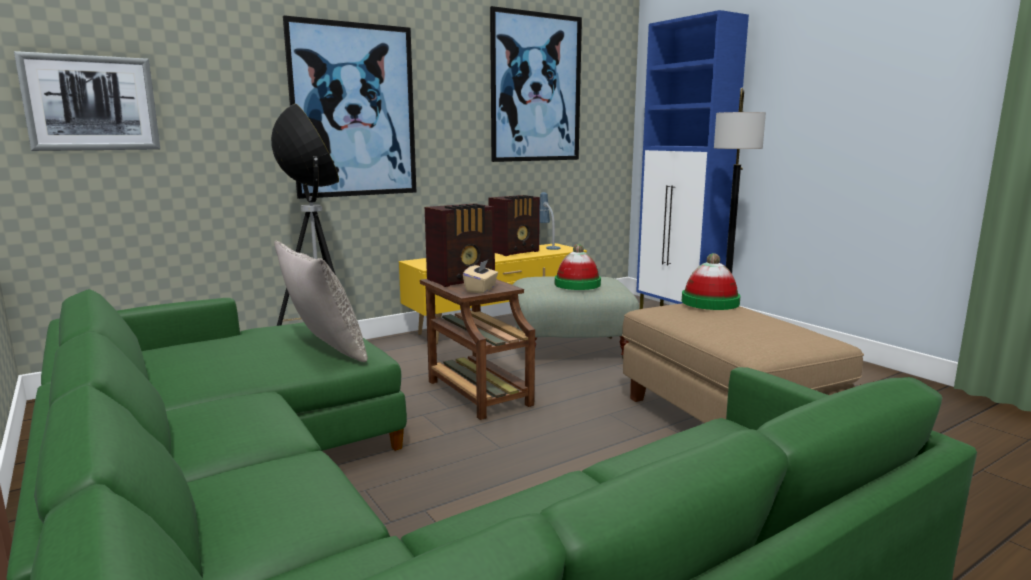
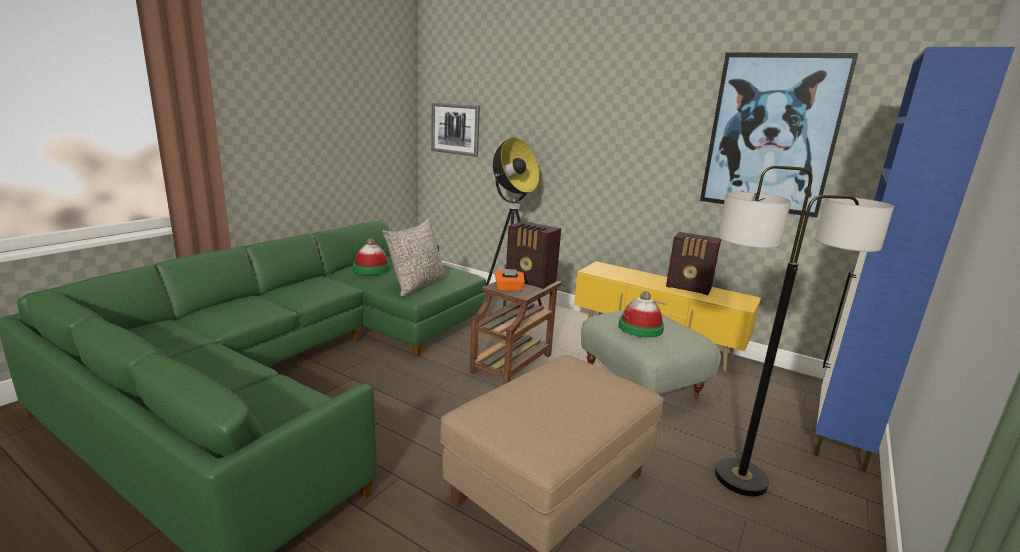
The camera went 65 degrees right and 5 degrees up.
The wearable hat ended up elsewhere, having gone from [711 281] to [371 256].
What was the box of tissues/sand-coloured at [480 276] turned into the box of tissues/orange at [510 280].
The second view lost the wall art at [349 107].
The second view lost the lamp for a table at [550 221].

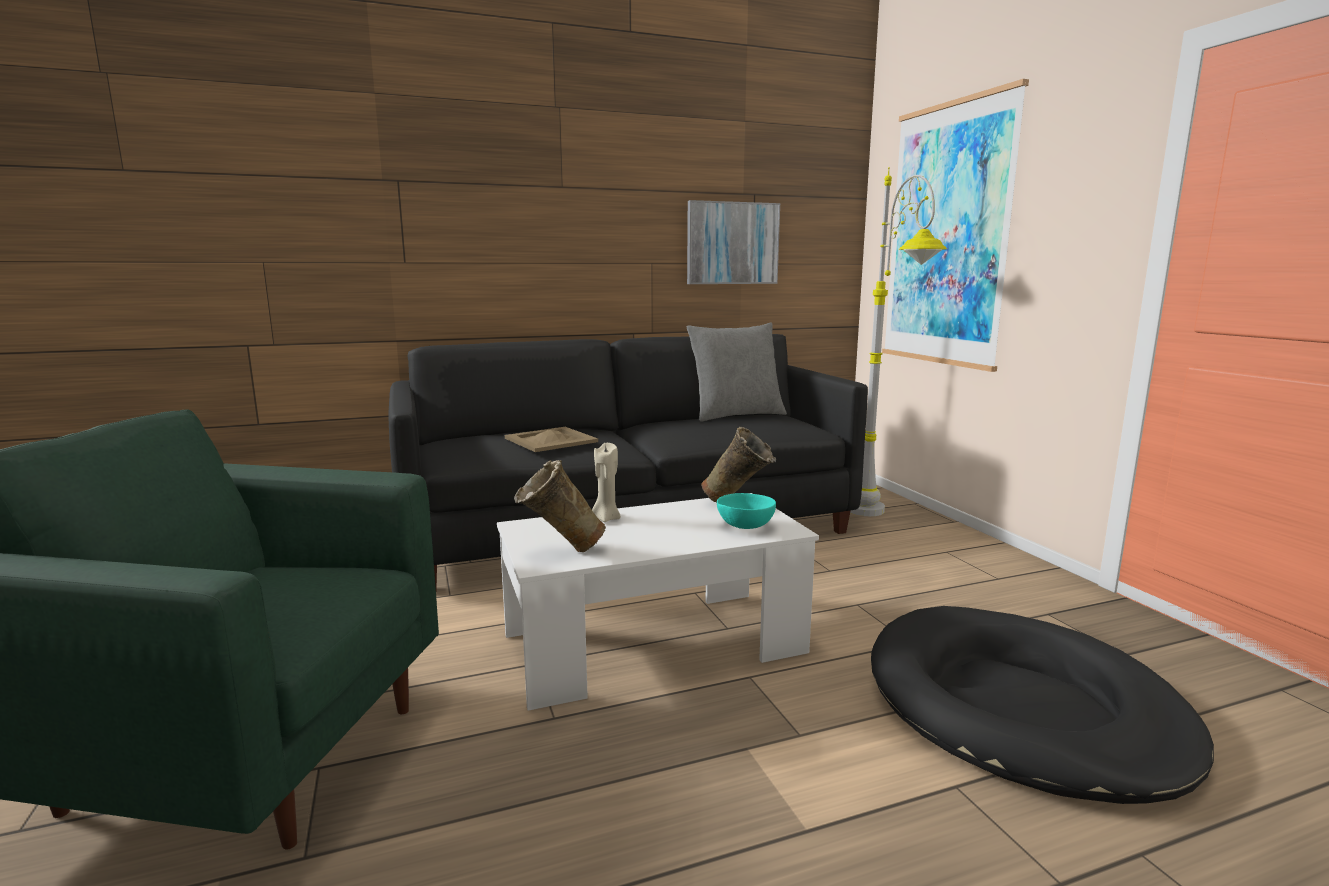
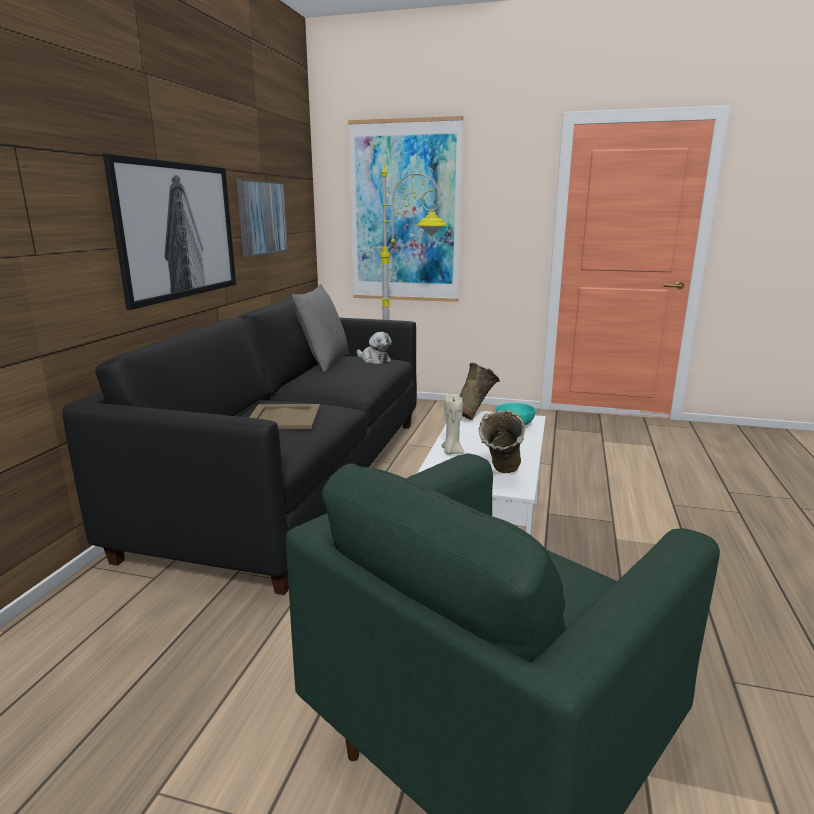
The camera went 55 degrees left and 5 degrees up.
The second view gained the wall art at [169 231].
The second view gained the plush toy at [374 348].
The second view lost the pet bed/blackish at [1042 705].

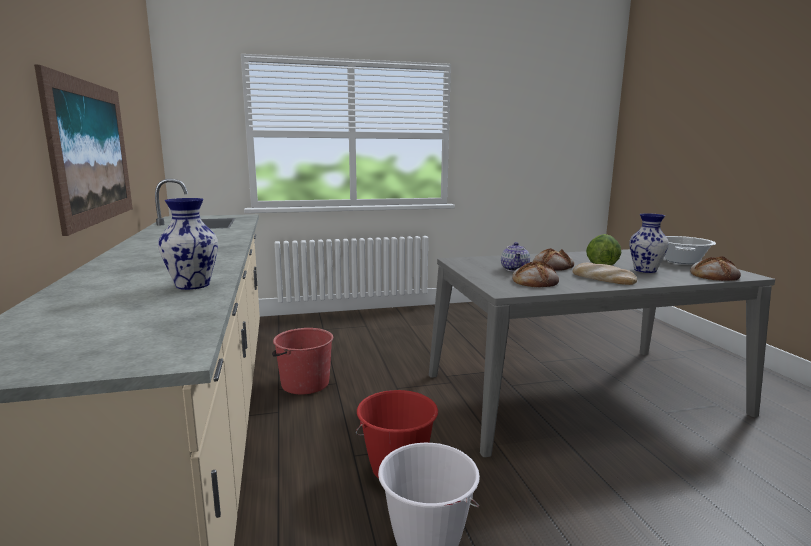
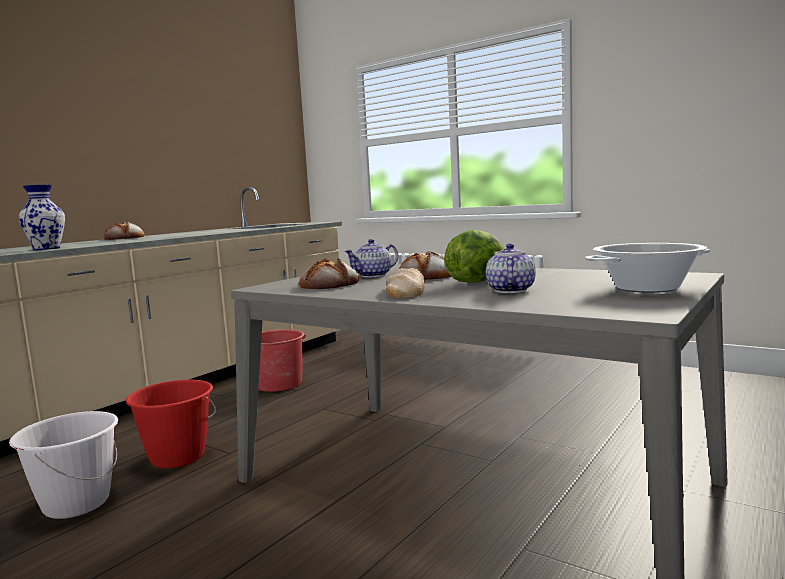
The camera went 50 degrees right and 5 degrees down.
The baked bread ended up elsewhere, having gone from [715 268] to [124 230].
Where the vase stood at [649 243], the pot for tea came to stand at [511 268].
The second view lost the wall art at [83 150].

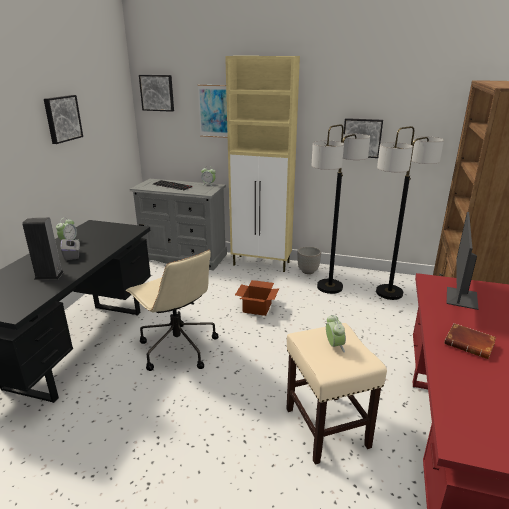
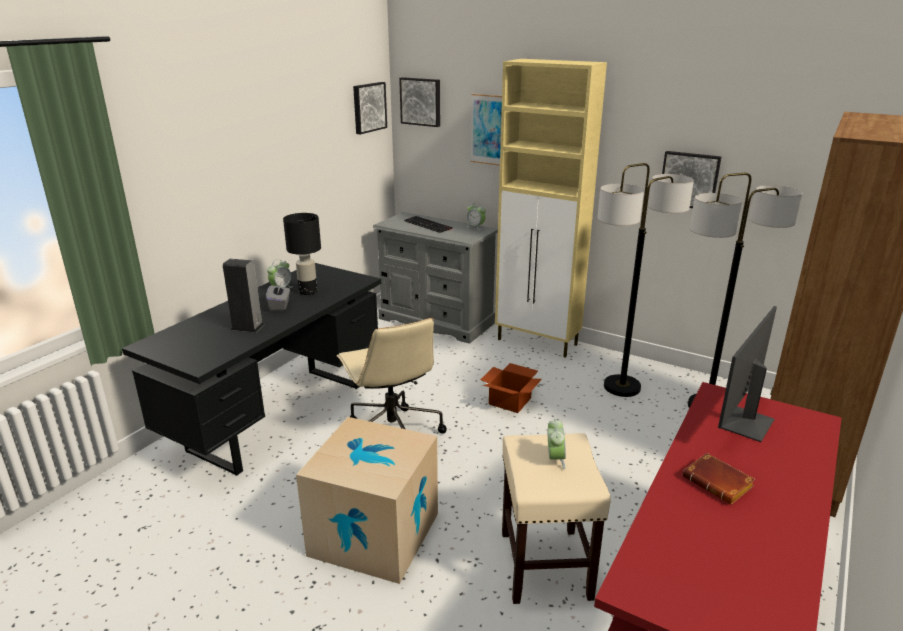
The camera went 15 degrees right and 0 degrees up.
The second view gained the lamp for a table/blackish at [302 254].
The second view gained the carton at [367 500].
The wall art ended up elsewhere, having gone from [63 119] to [370 108].
The second view lost the planter at [309 260].

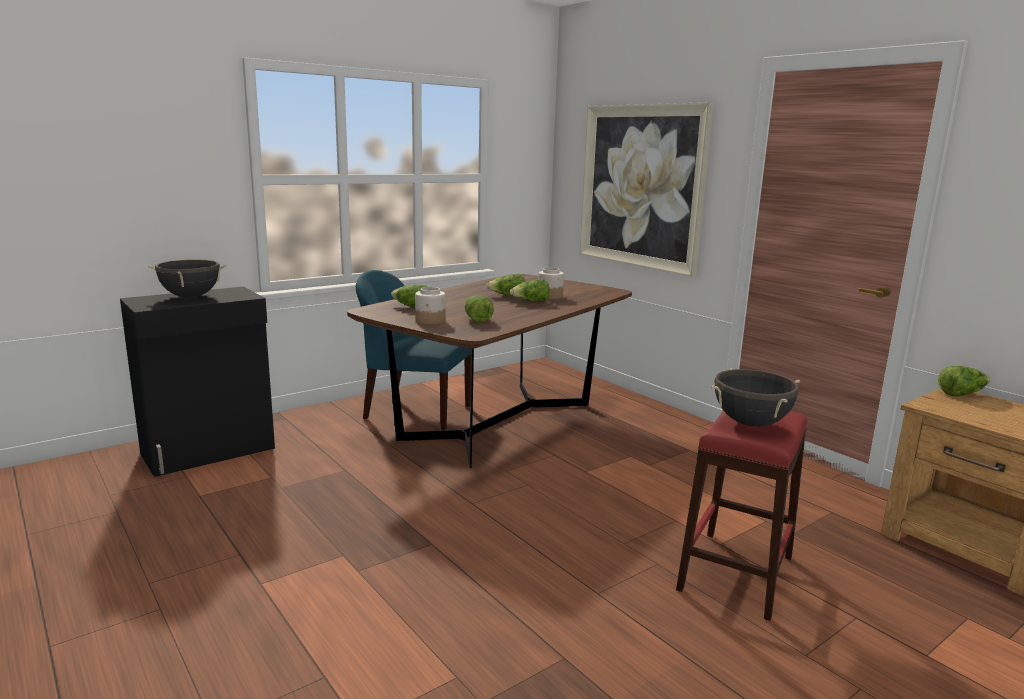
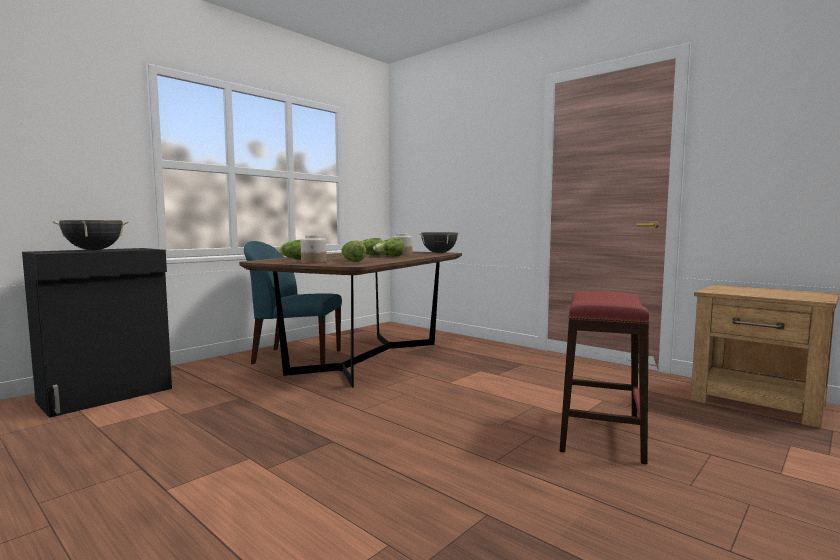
The camera went 10 degrees left and 10 degrees down.
The saucepot/blackish ended up elsewhere, having gone from [755 397] to [439 242].
The second view lost the wall art at [646 189].
The second view lost the head of lettuce at [964 381].

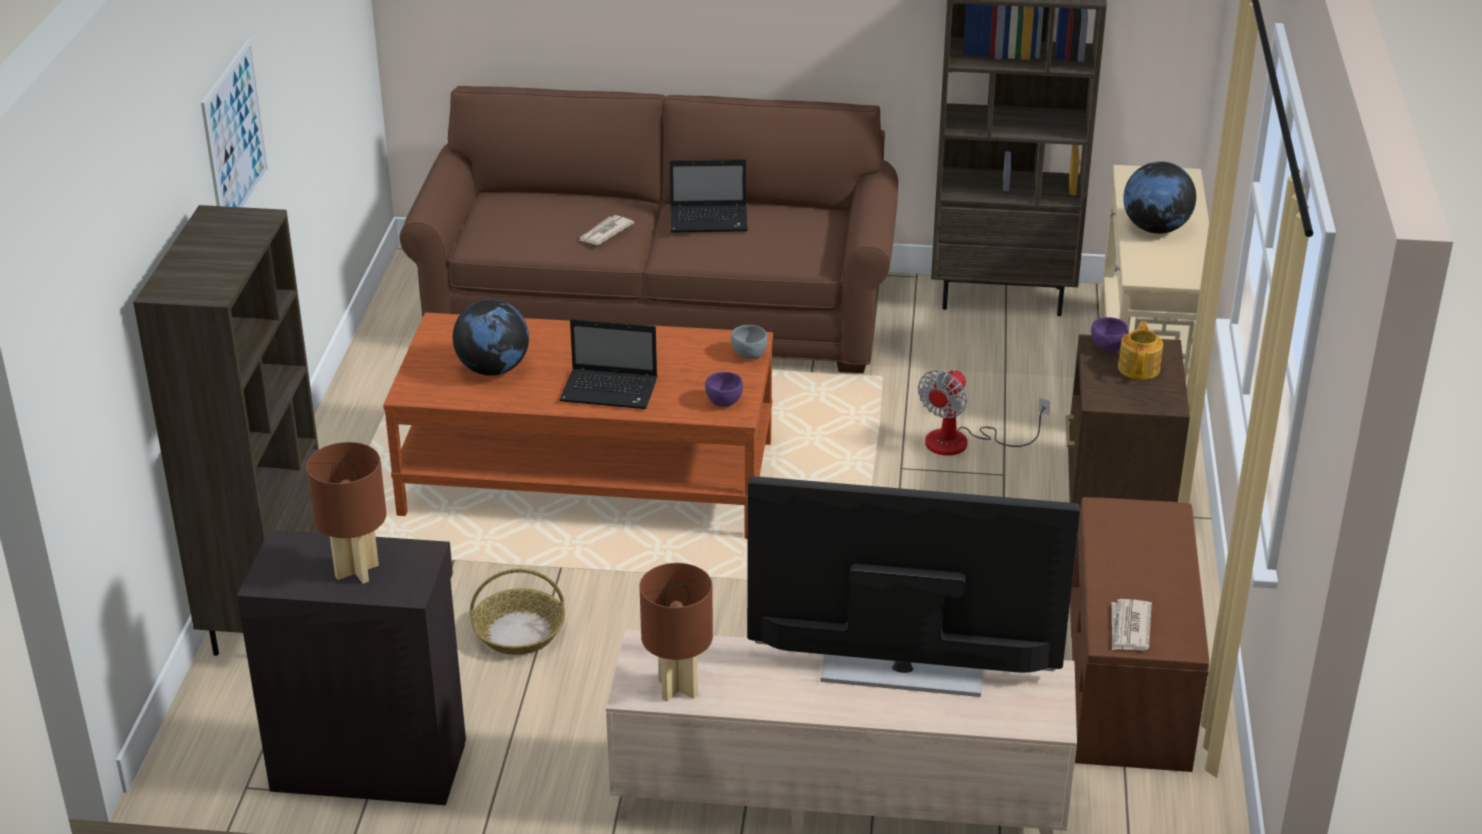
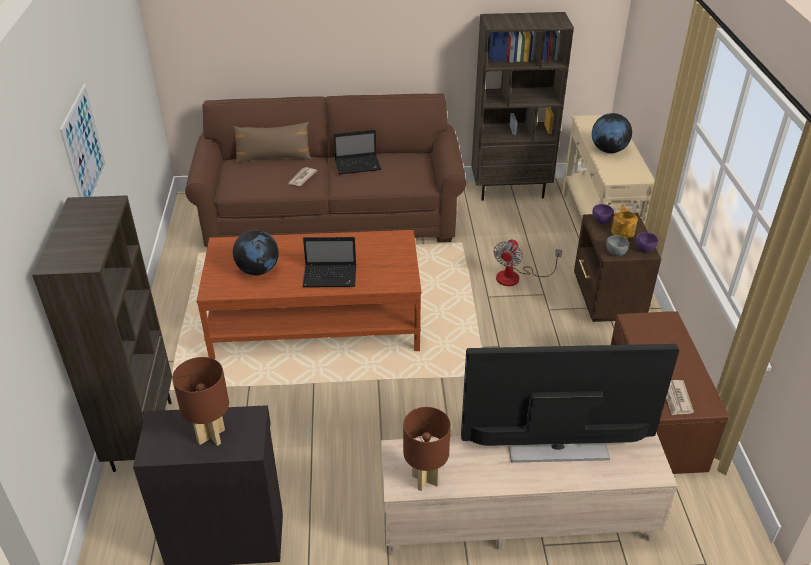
The camera went 10 degrees left and 5 degrees up.
The second view gained the cushion/brown at [272 143].
The deep dish/greyish ended up elsewhere, having gone from [749 342] to [617 245].
The deep dish/purple-coloured ended up elsewhere, having gone from [724 389] to [646 242].
The second view lost the household basket at [517 612].

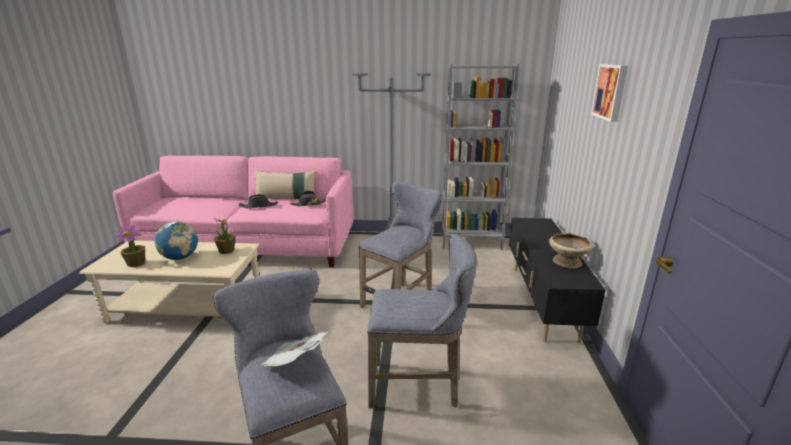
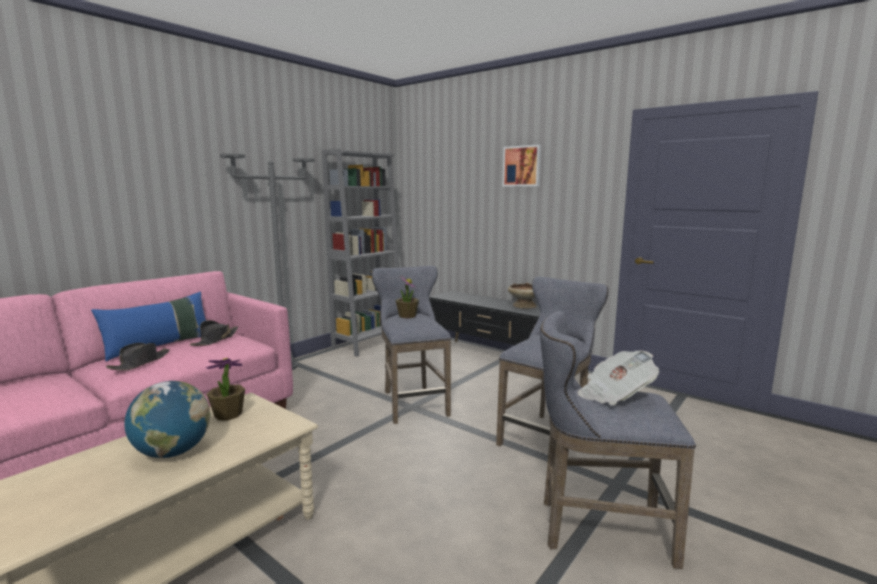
The camera went 55 degrees left and 10 degrees down.
What was the cushion/sand-coloured at [285 184] turned into the cushion/blue-coloured at [148 326].
The houseplant ended up elsewhere, having gone from [130 246] to [407 297].

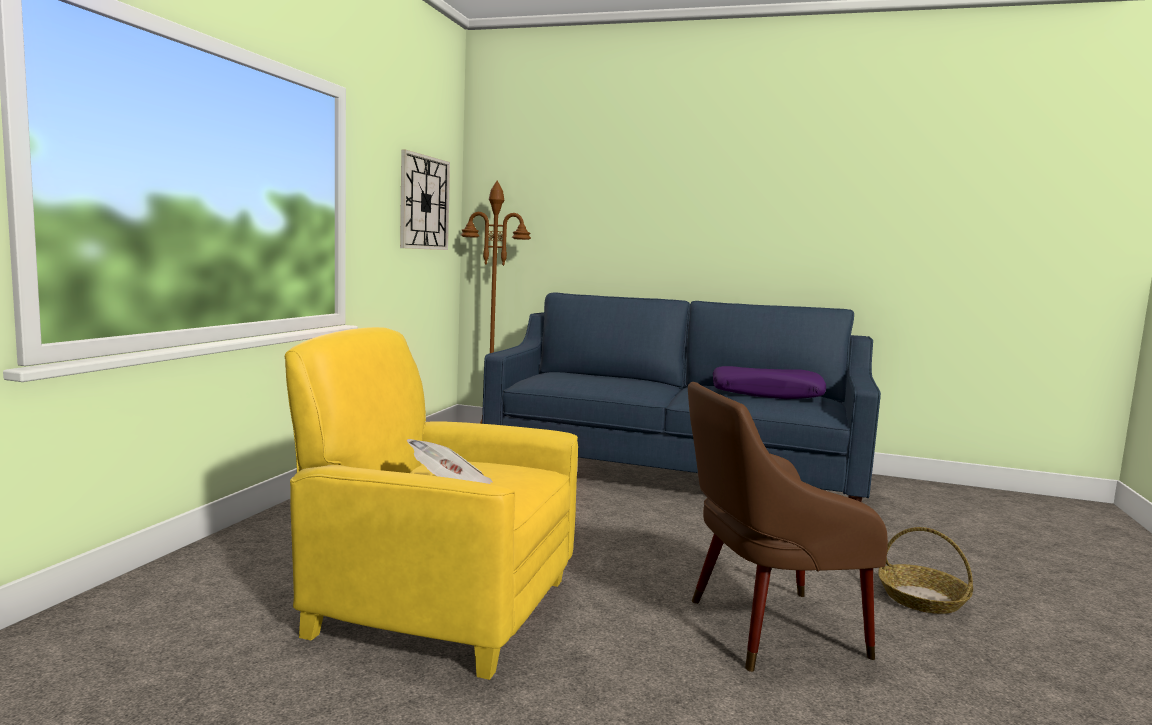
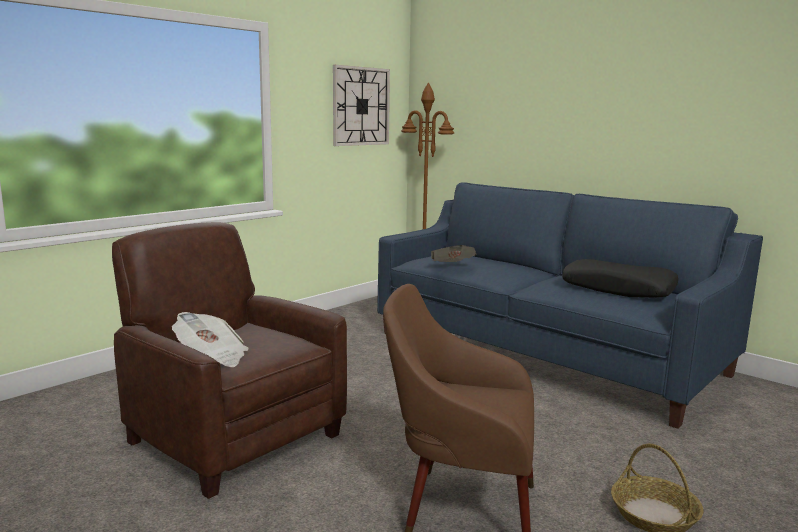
The camera went 25 degrees right and 5 degrees up.
What was the armchair/yellow at [431 503] turned into the armchair/brown at [229 360].
The second view gained the printed paper at [453 253].
What was the cushion/purple-coloured at [769 382] turned into the cushion/blackish at [620 278].

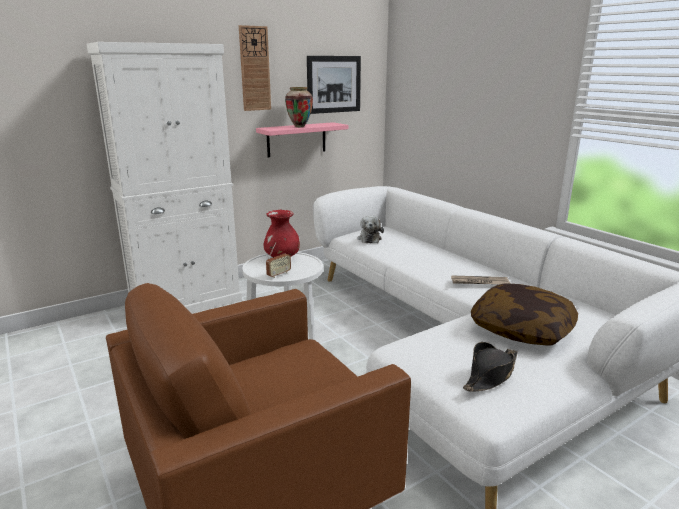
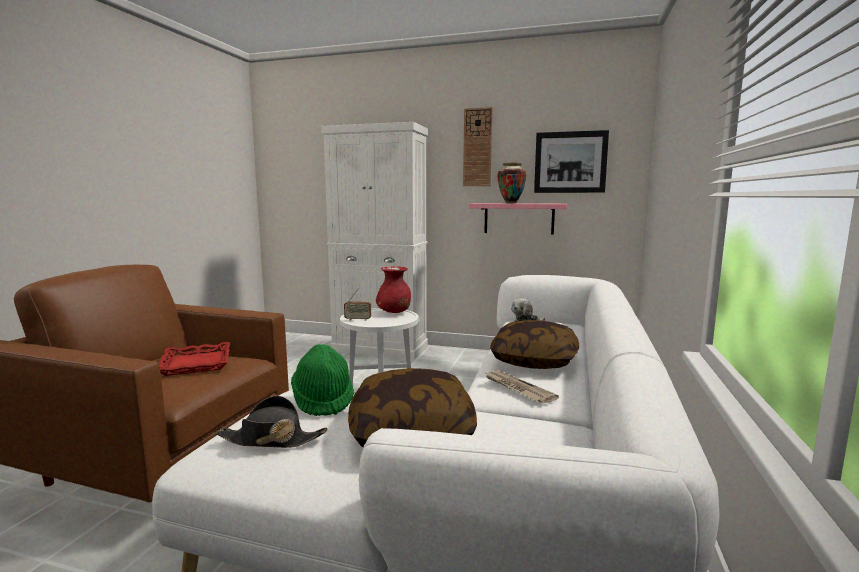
The camera went 50 degrees right and 10 degrees down.
The second view gained the carrying tray/reddish at [194 359].
The second view gained the wearable hat/green at [322 380].
The second view gained the cushion at [534 344].

